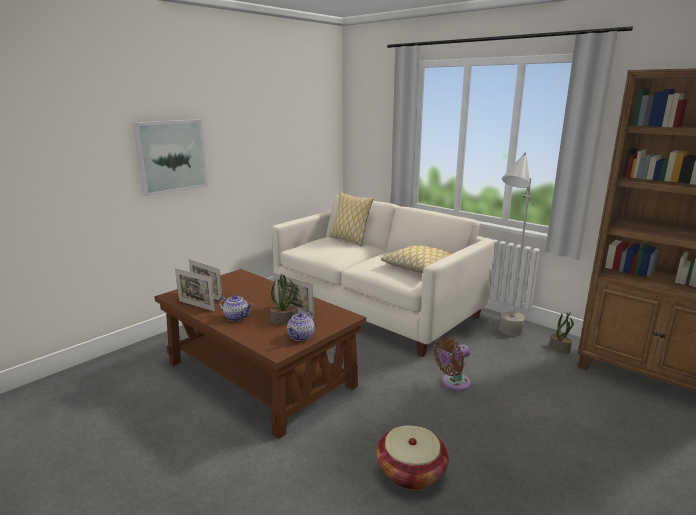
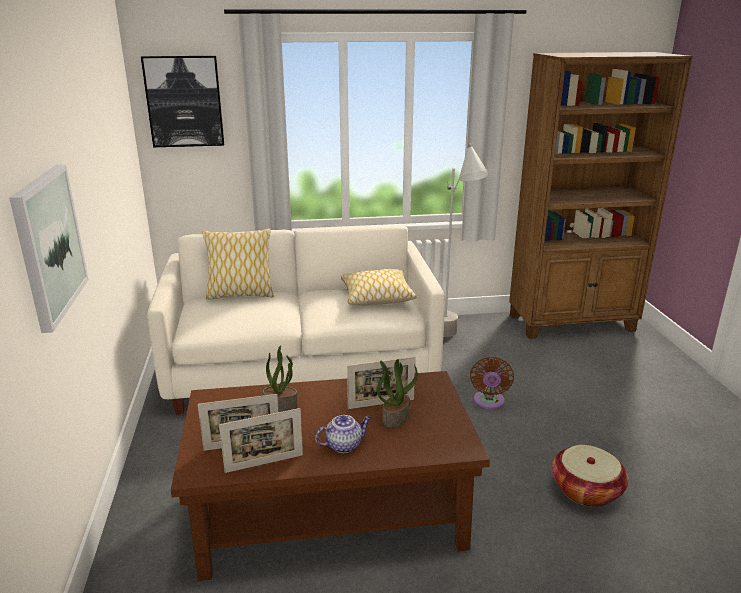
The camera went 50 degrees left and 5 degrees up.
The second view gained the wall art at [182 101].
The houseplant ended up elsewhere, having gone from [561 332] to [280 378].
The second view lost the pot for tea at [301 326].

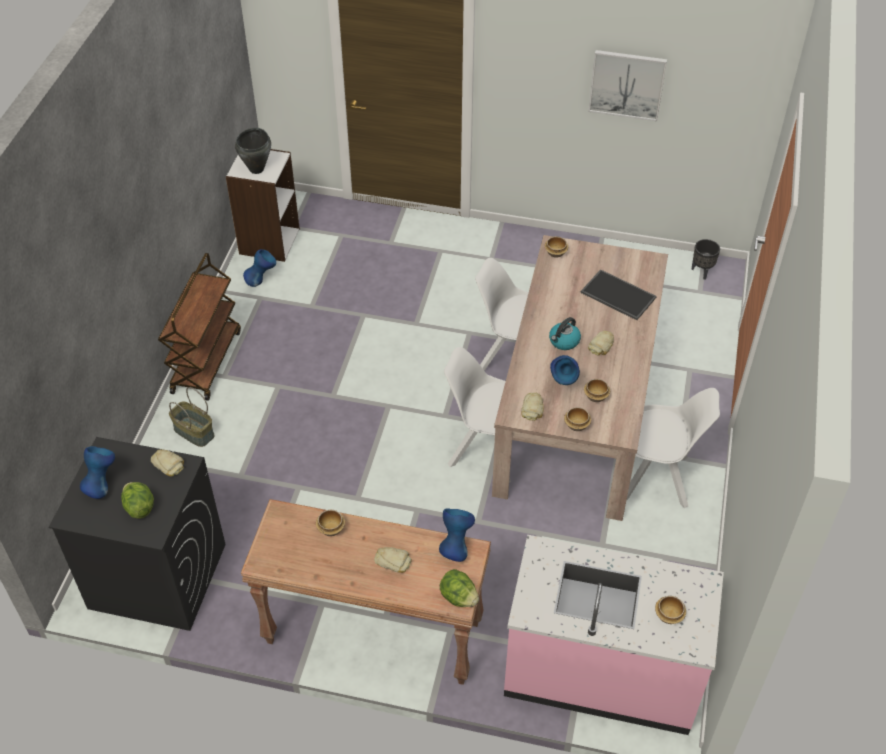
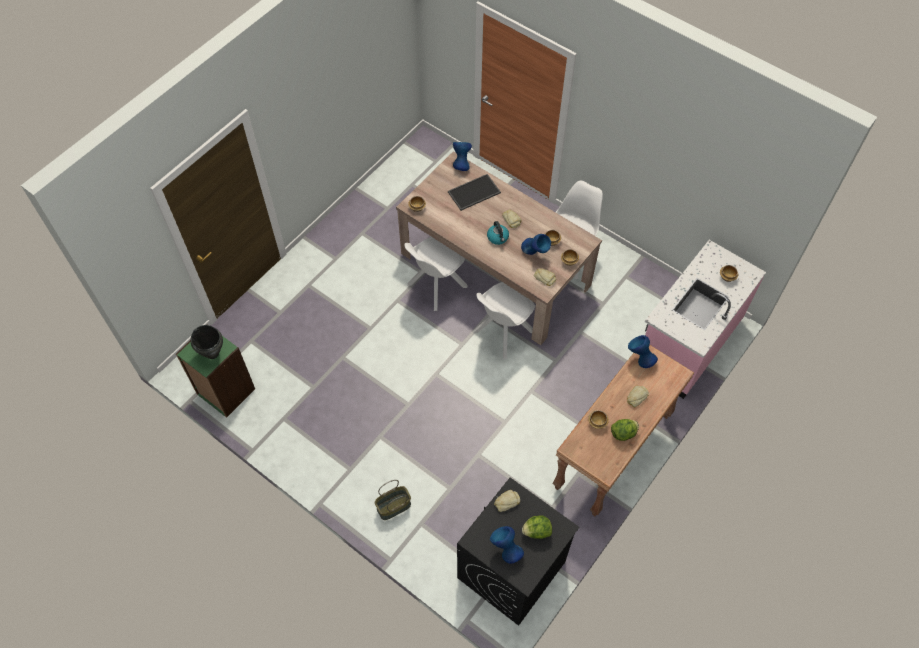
The camera went 65 degrees left and 10 degrees up.
What was the shelving unit/white-coloured at [263 205] turned into the shelving unit/green at [215 371].
The vase/blue-coloured ended up elsewhere, having gone from [259 268] to [462 156].
The head of lettuce ended up elsewhere, having gone from [459 588] to [625 430].
The second view lost the cart/brown at [199 327].
The second view lost the wall art at [627 85].
The second view lost the planter/blackish at [705 259].

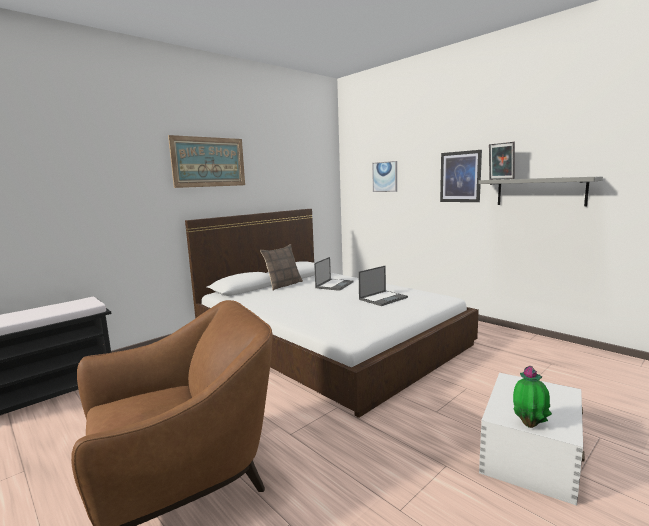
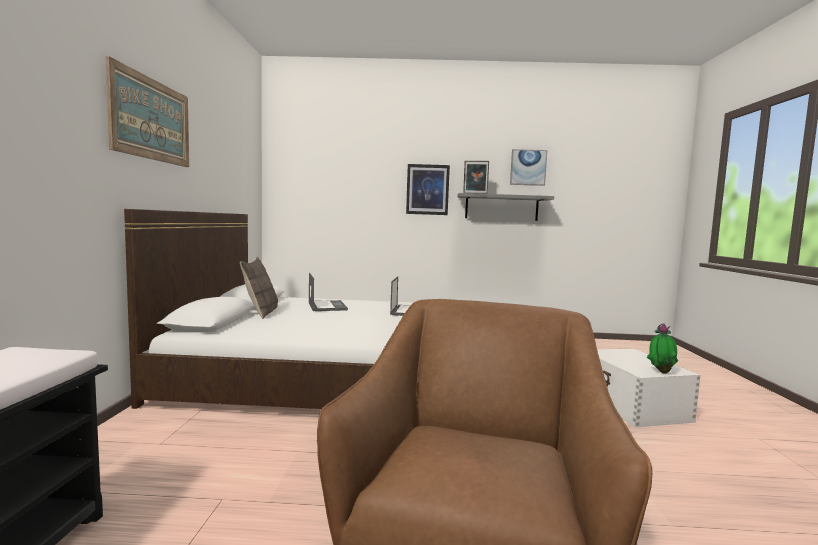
The camera went 45 degrees left and 5 degrees down.
The wall art ended up elsewhere, having gone from [384 176] to [529 167].

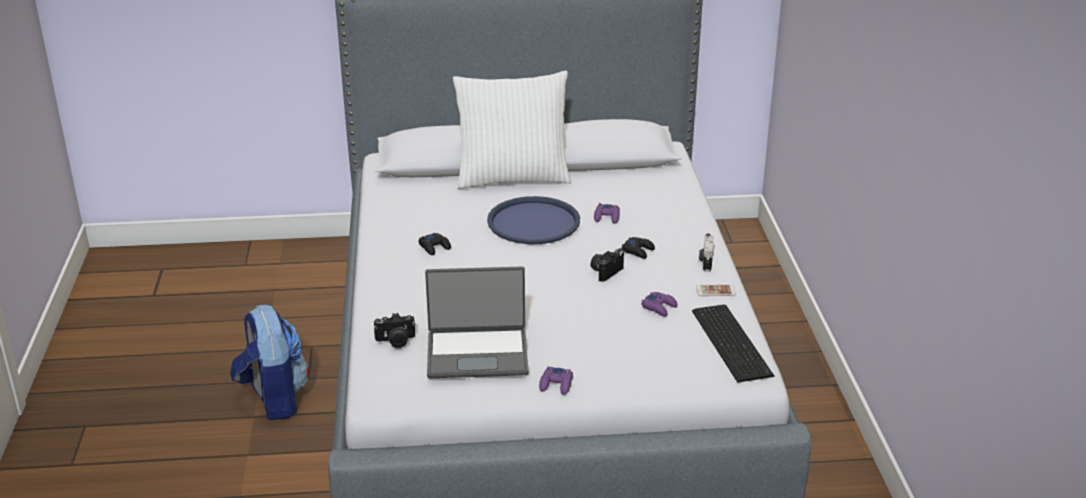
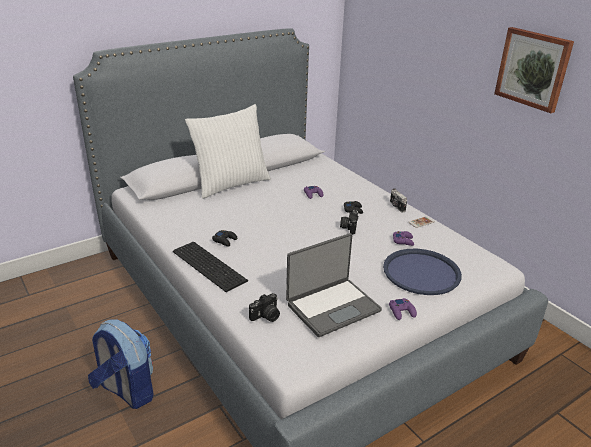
The camera went 30 degrees left and 0 degrees up.
The PC keyboard ended up elsewhere, having gone from [733 343] to [210 267].
The carrying tray/blue-coloured ended up elsewhere, having gone from [533 220] to [422 272].
The second view gained the wall art at [534 70].

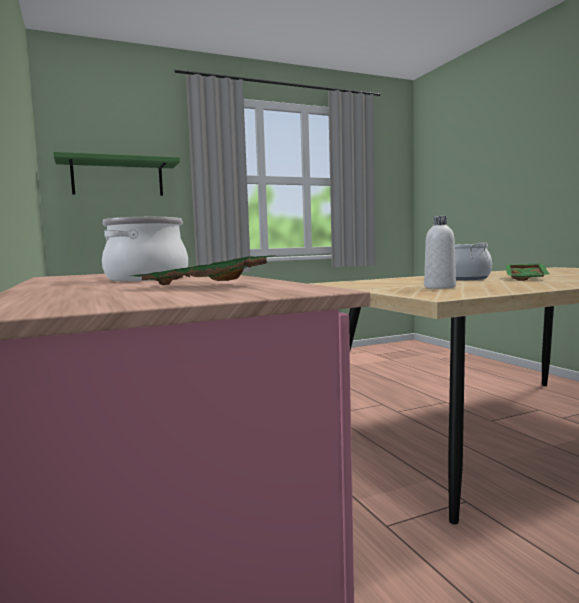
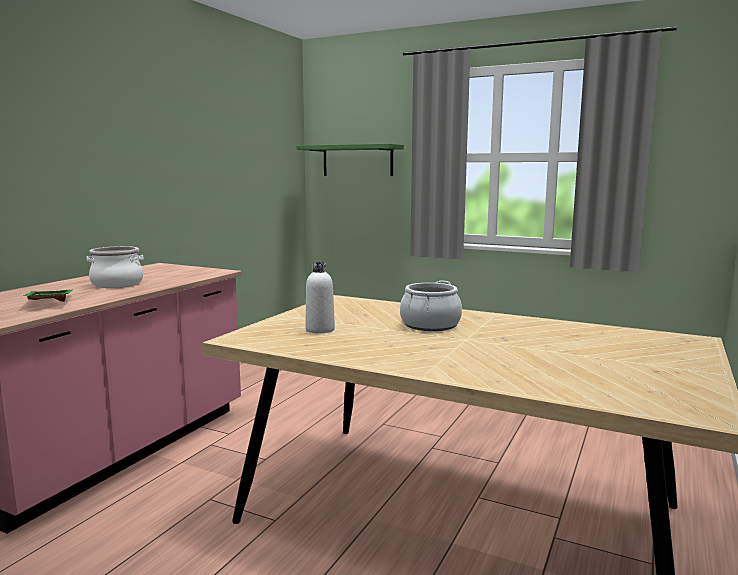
The camera went 50 degrees right and 5 degrees up.
The second view lost the carrying tray/green at [527 272].

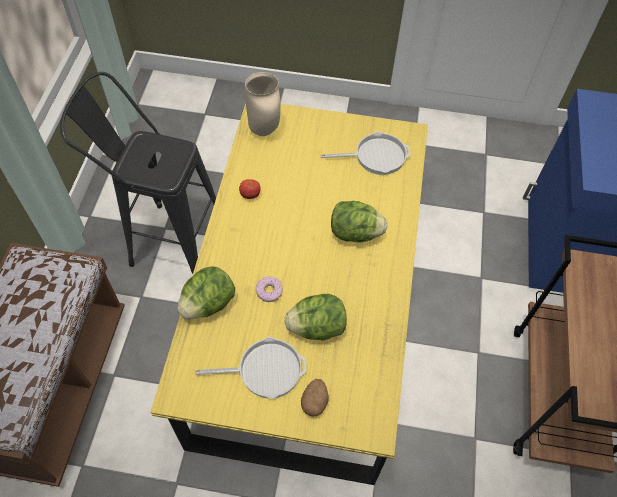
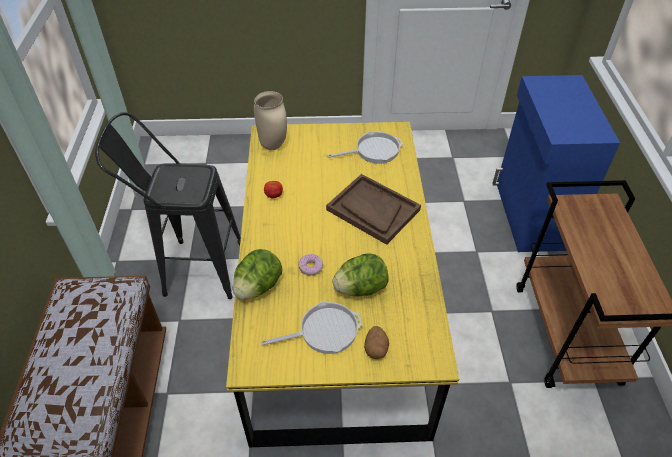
The camera went 10 degrees left and 10 degrees down.
Where the head of lettuce stood at [359 221], the carrying tray/brown came to stand at [373 209].

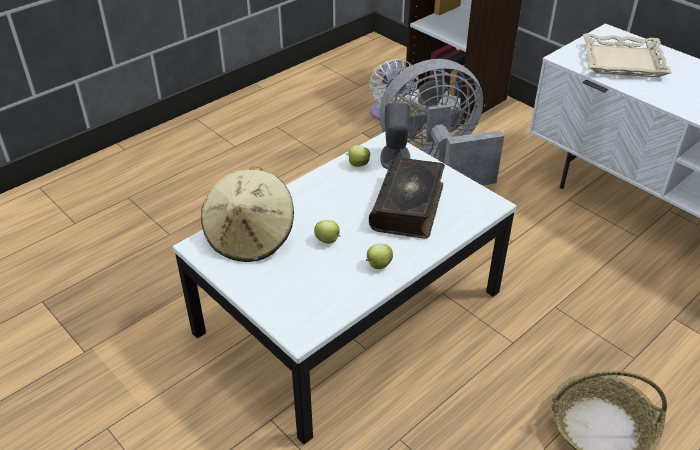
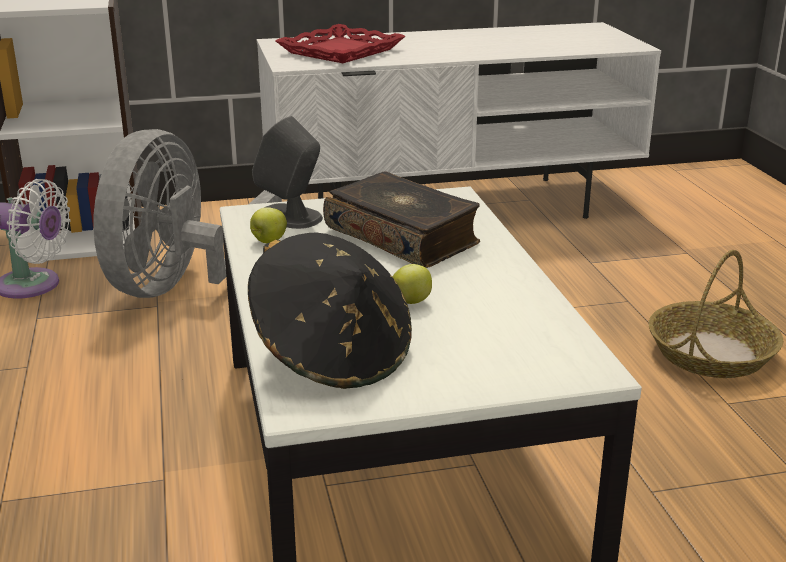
The camera went 60 degrees left and 15 degrees down.
What was the wearable hat/sand-coloured at [247 214] turned into the wearable hat/blackish at [330 310].
What was the carrying tray/sand-coloured at [627 55] turned into the carrying tray/reddish at [340 43].
The second view lost the apple at [379 256].

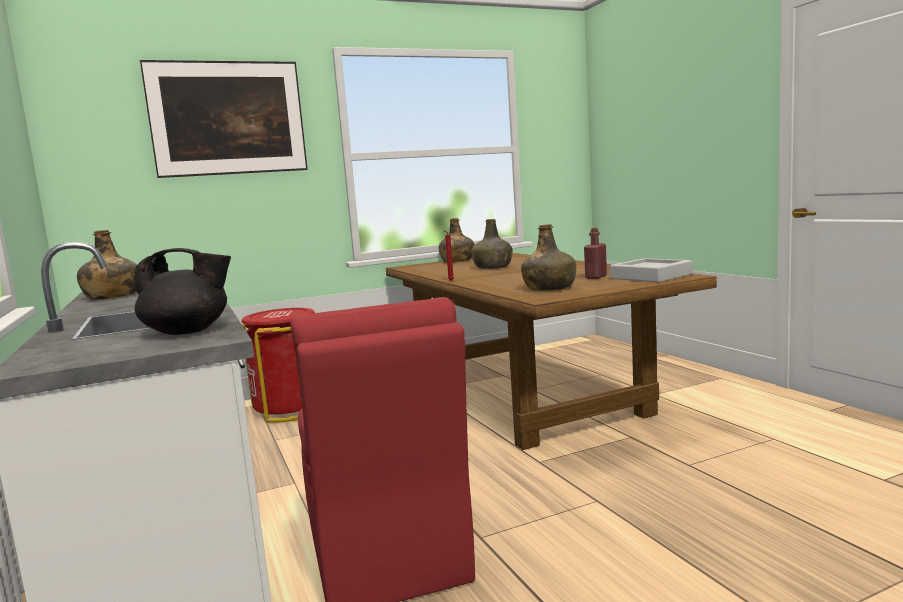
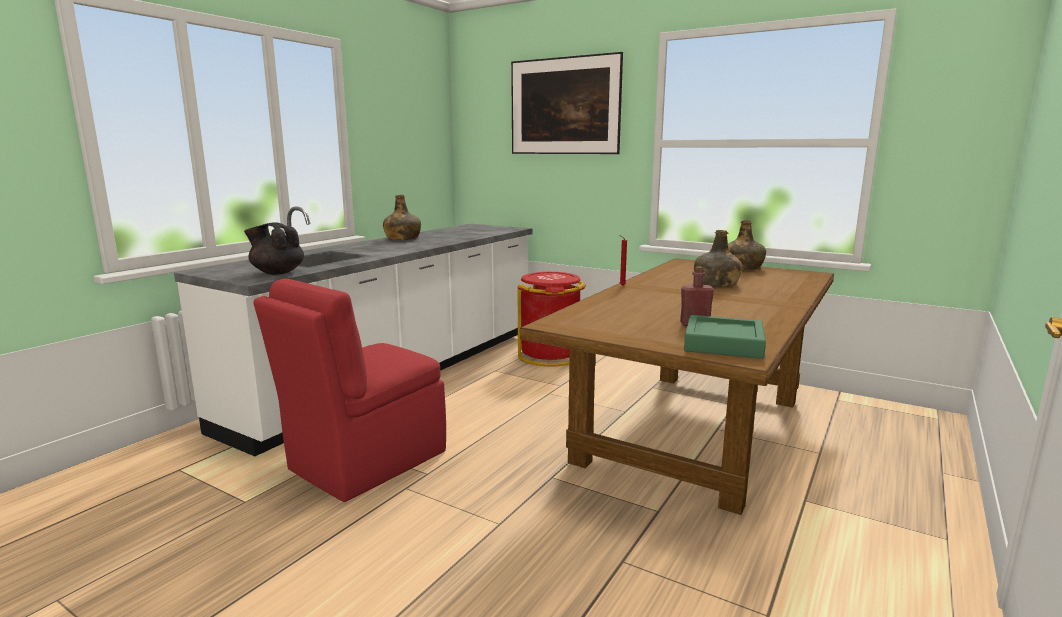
The camera went 55 degrees right and 5 degrees up.
The pot for tea/blackish at [182 291] ended up facing another way, 150 degrees clockwise from before.
What was the carrying tray/greyish at [651 270] turned into the carrying tray/green at [725 337].
The second view lost the beverage bottle/green at [548 257].

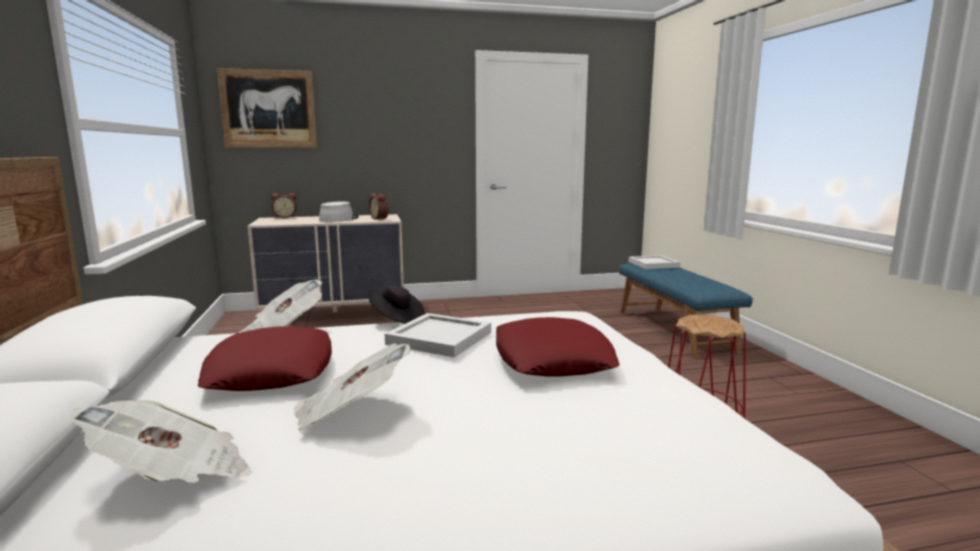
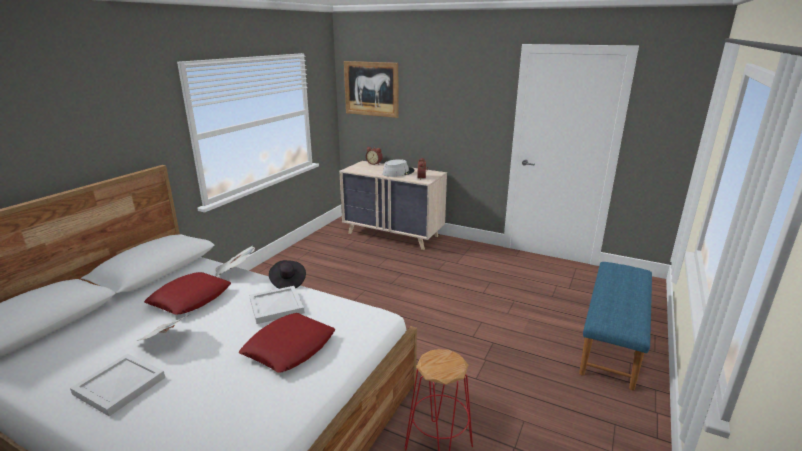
The camera went 40 degrees right and 10 degrees up.
The carrying tray/white-coloured ended up elsewhere, having gone from [654 262] to [117 385].
The second view lost the printed paper at [161 441].

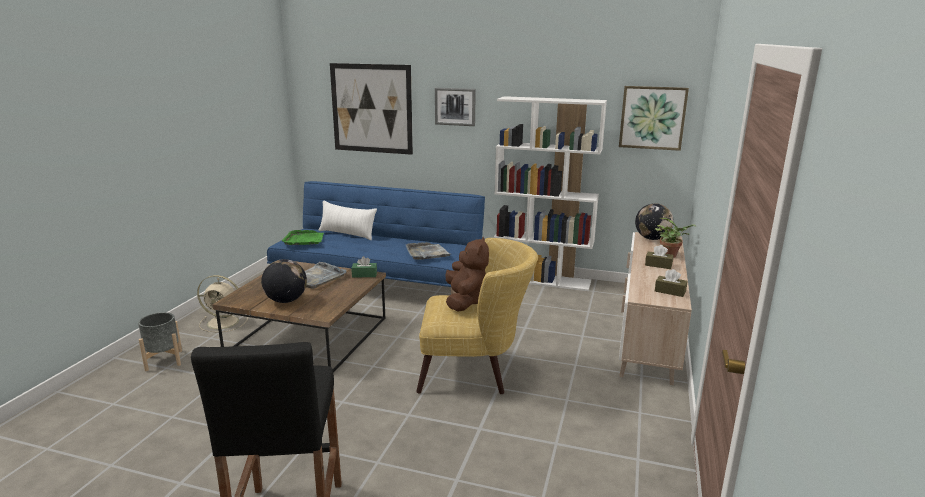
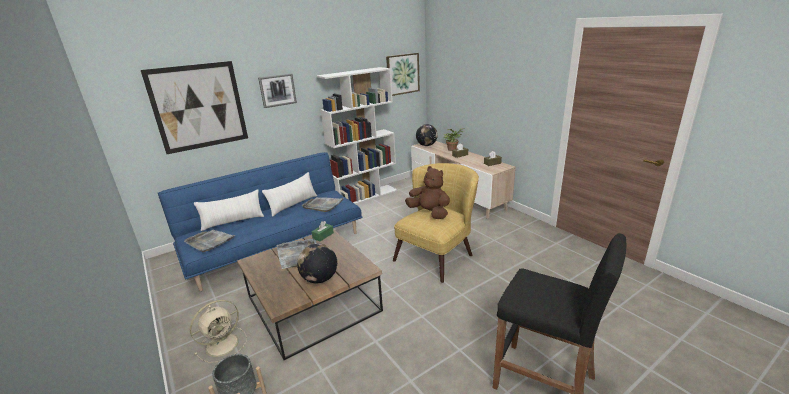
The camera went 50 degrees left and 5 degrees up.
What was the carrying tray/green at [303 237] turned into the carrying tray/greyish at [209 241].
The second view gained the cushion/white-coloured at [289 194].

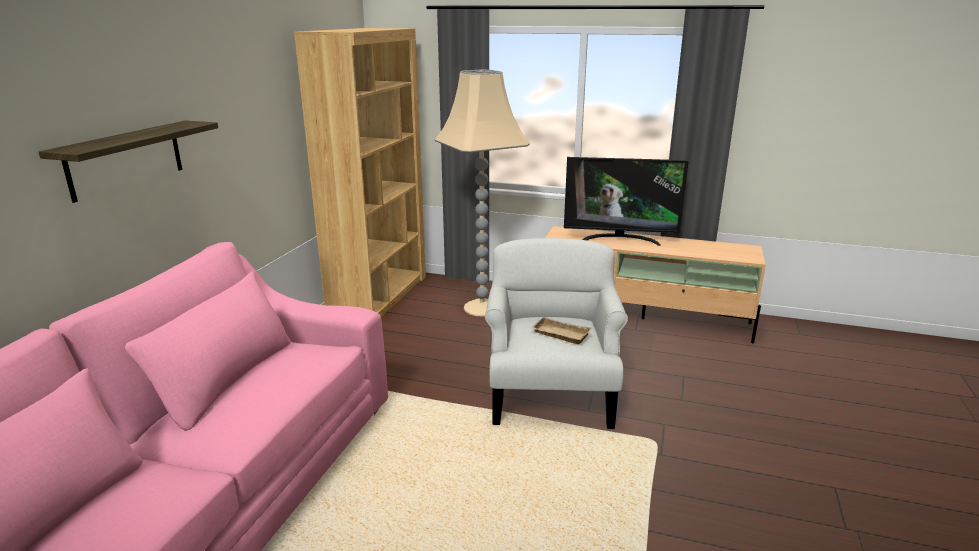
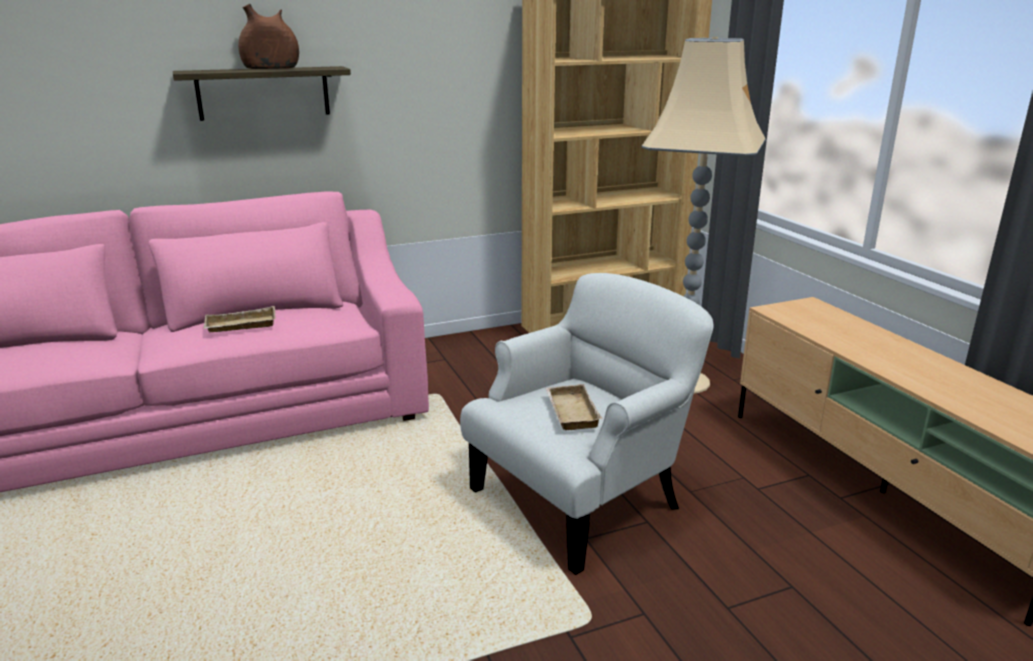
The camera went 50 degrees right and 0 degrees up.
The second view gained the carrying tray/sand-coloured at [239 319].
The second view gained the vase/brown at [268 36].
The second view lost the TV set at [626 201].

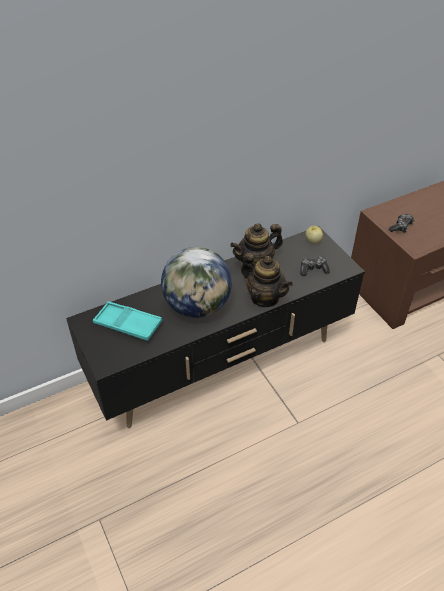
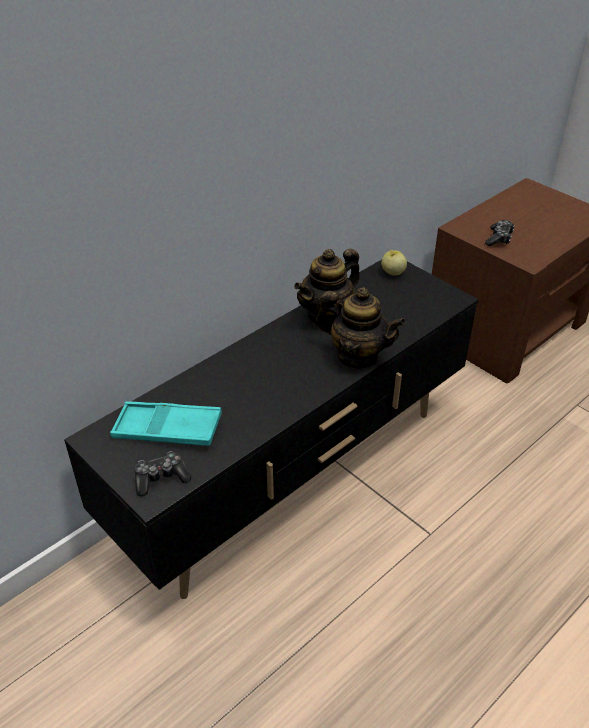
The camera went 15 degrees left and 5 degrees down.
The game controller ended up elsewhere, having gone from [315 266] to [163 473].
The second view lost the desk globe at [196 282].

